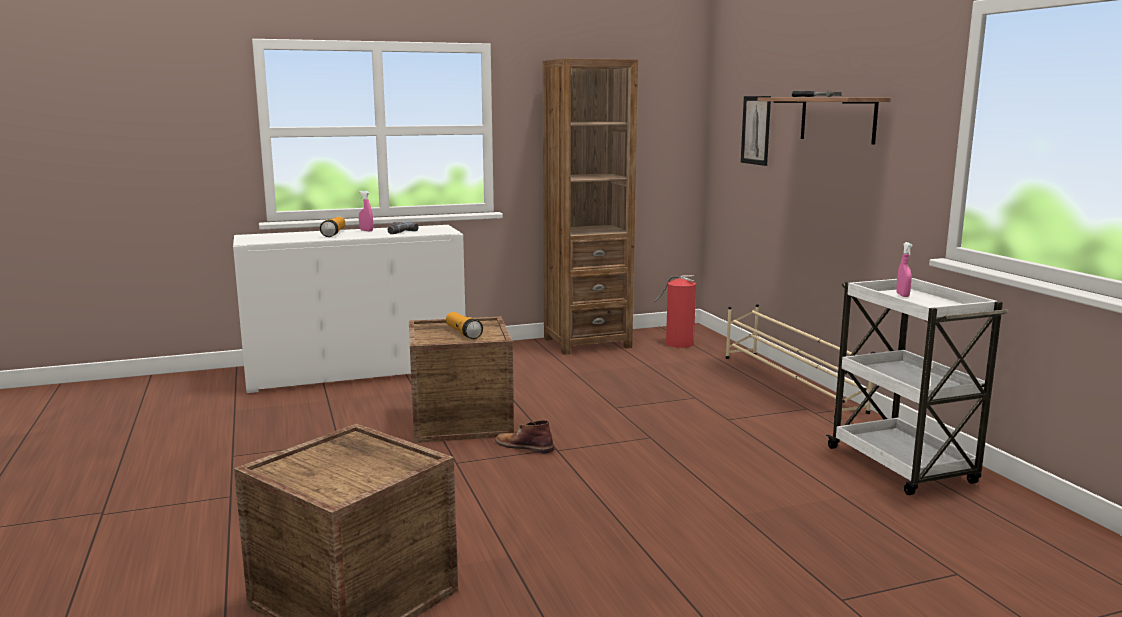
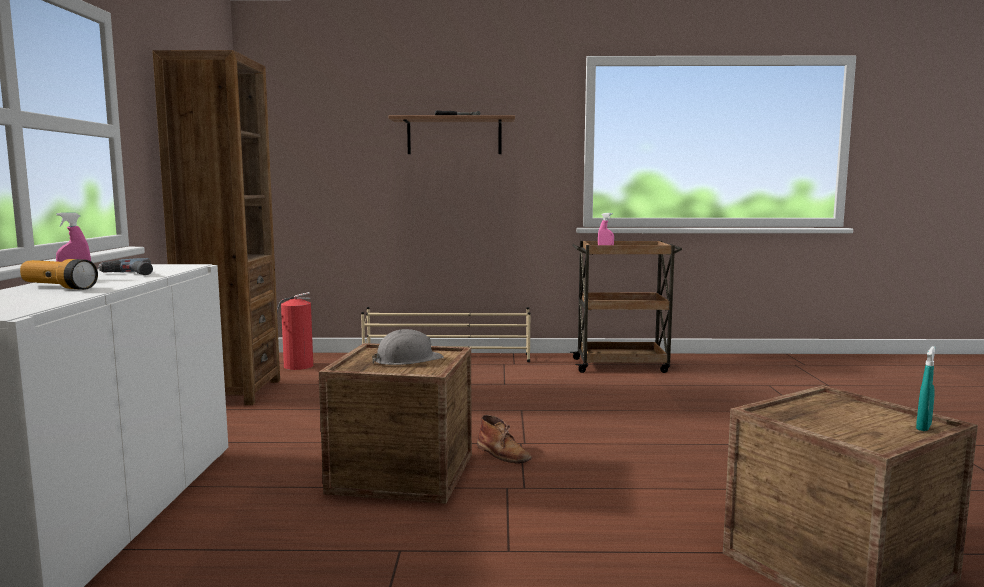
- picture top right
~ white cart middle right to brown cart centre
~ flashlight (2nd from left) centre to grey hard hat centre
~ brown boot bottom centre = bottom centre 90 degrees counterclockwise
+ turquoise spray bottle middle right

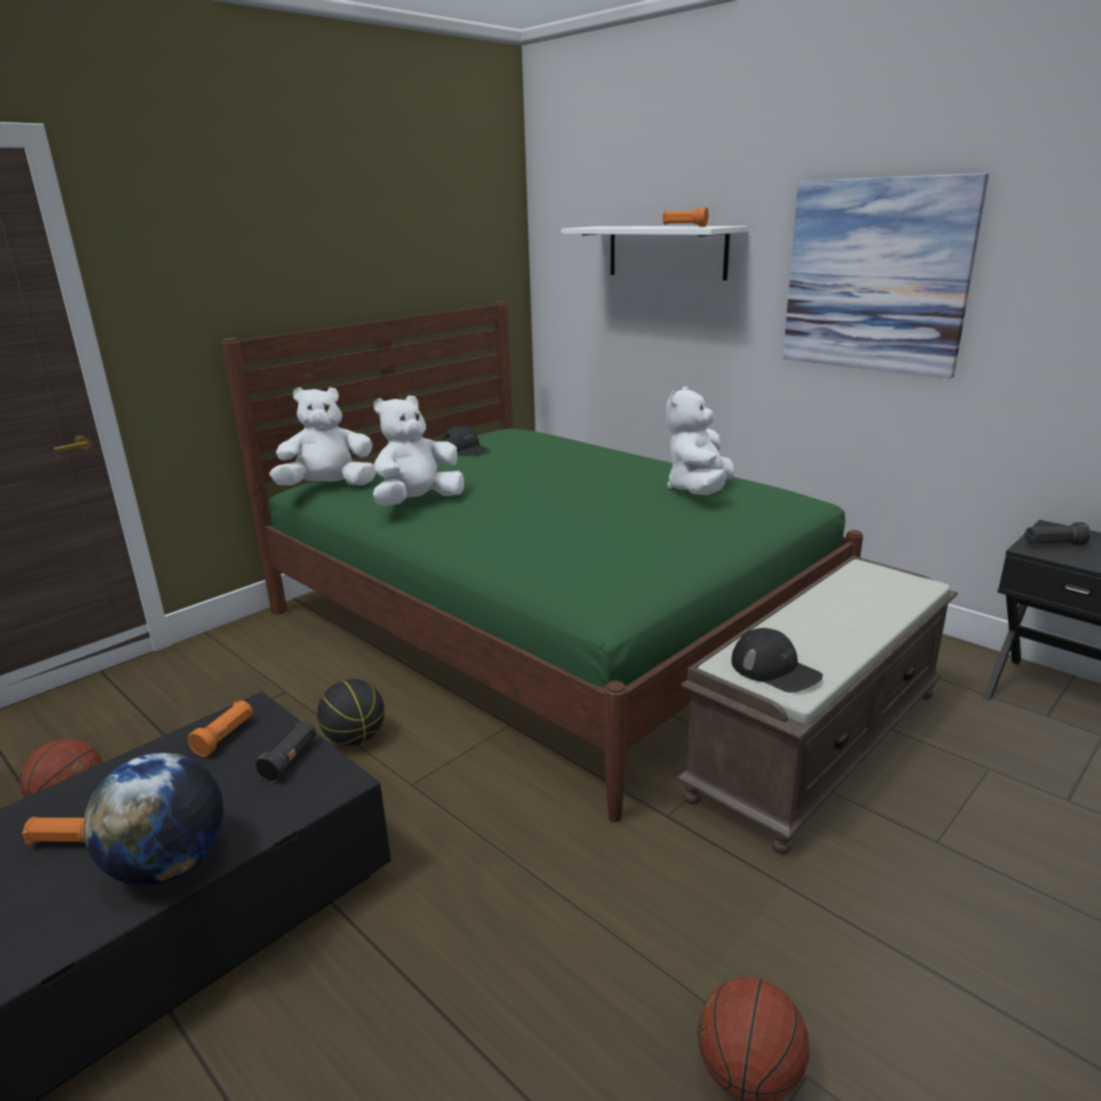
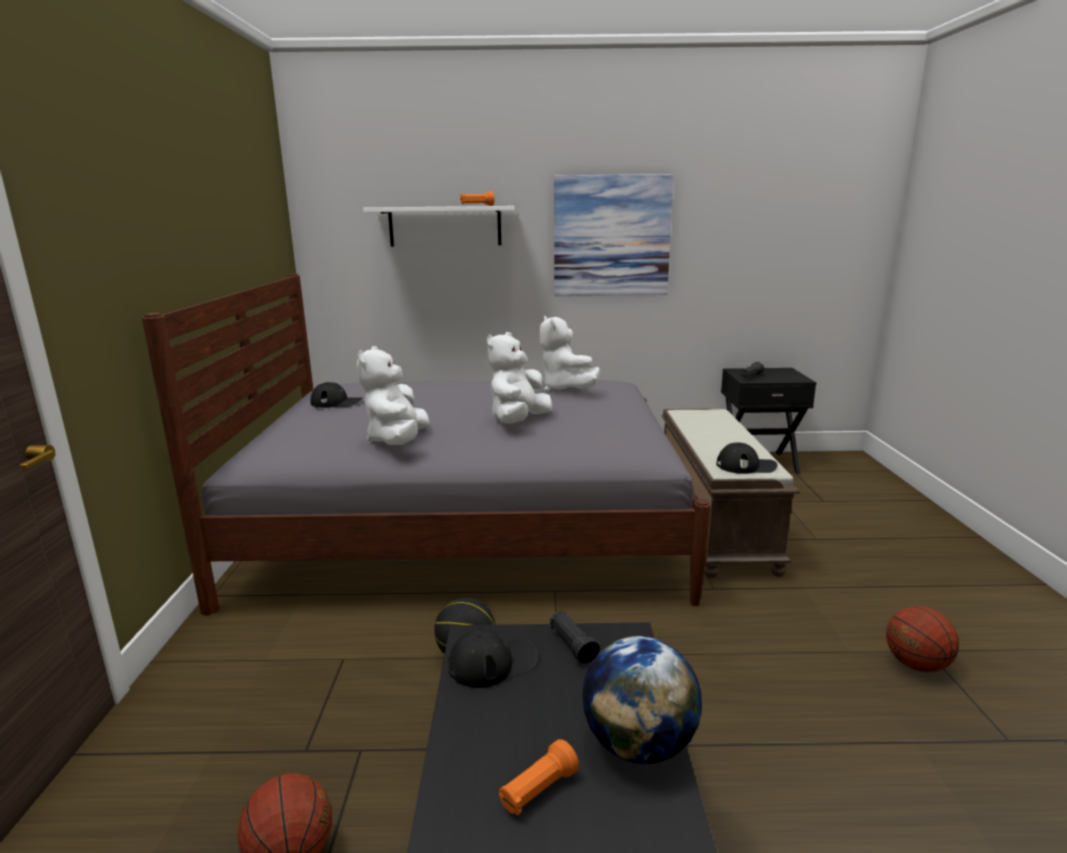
~ green bed centre to grey bed centre
~ white plush toy (1st from left in the first image) middle left to white plush toy (2nd from left) centre
~ orange flashlight (2nd from left) middle left to black cap (2nd from left) bottom centre

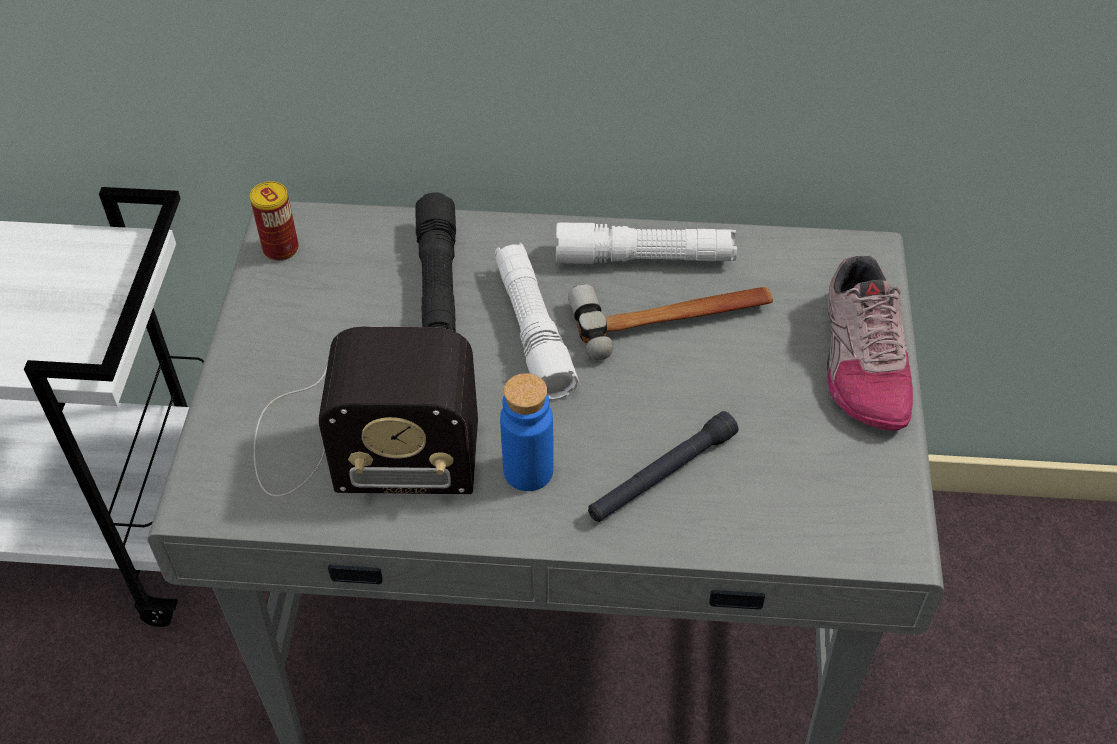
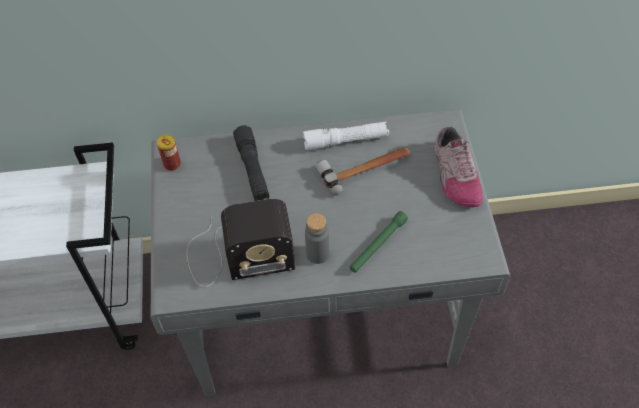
- white flashlight (1st from left) centre
~ blue bottle centre to grey bottle centre
~ black flashlight (2nd from left) centre to green flashlight centre

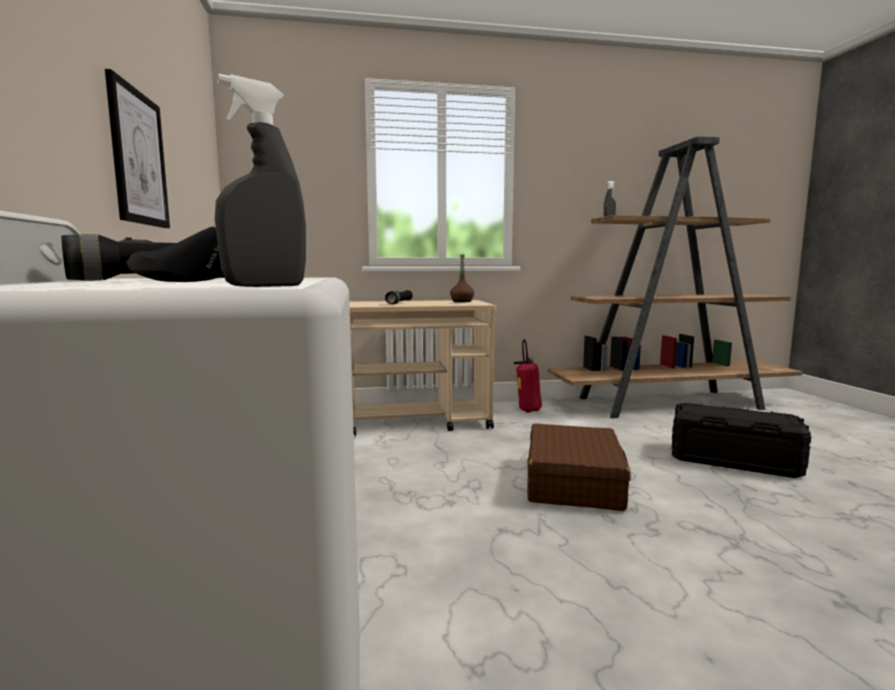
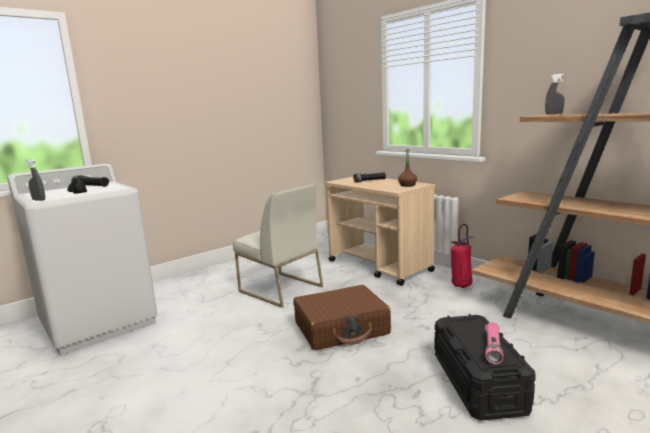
- picture top left
+ white chair centre
+ pink flashlight bottom right

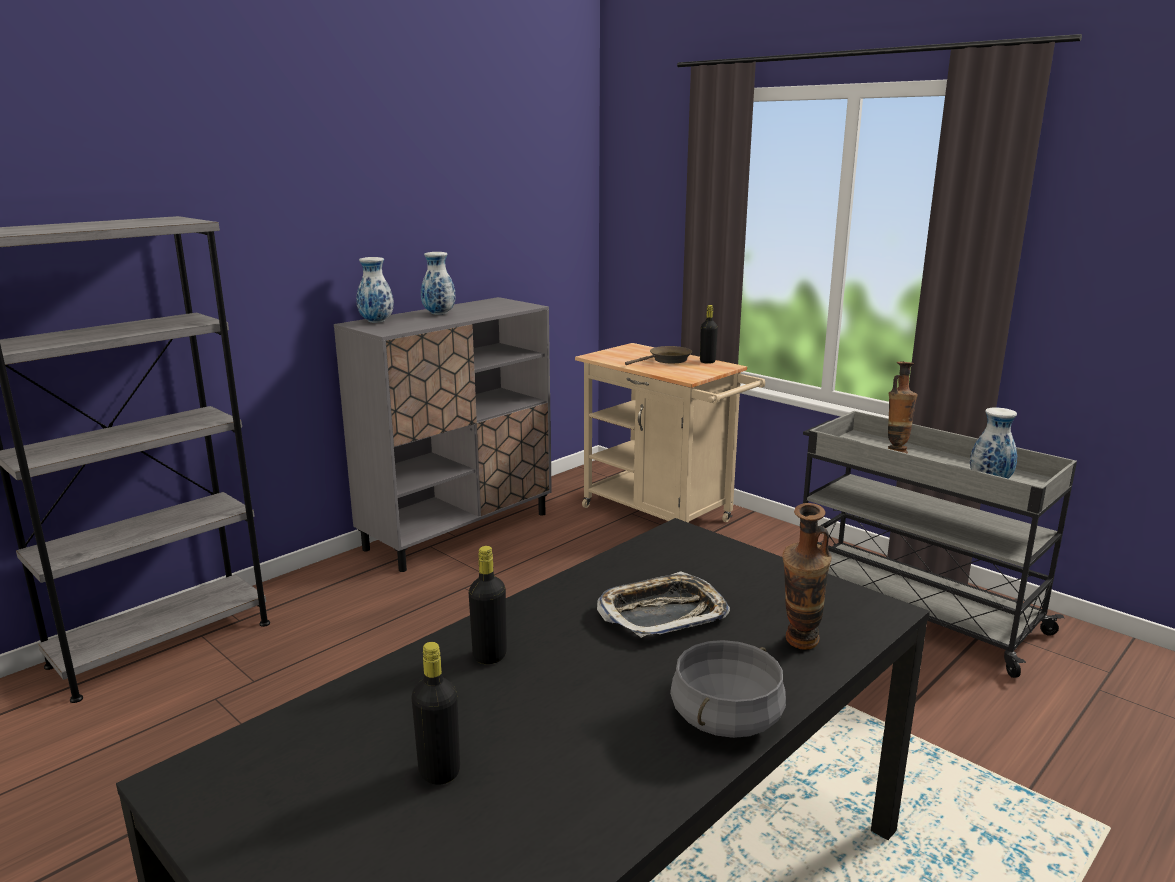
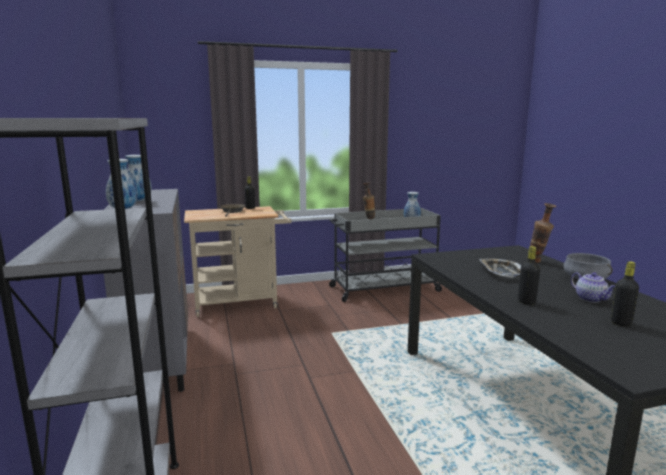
+ teapot middle right

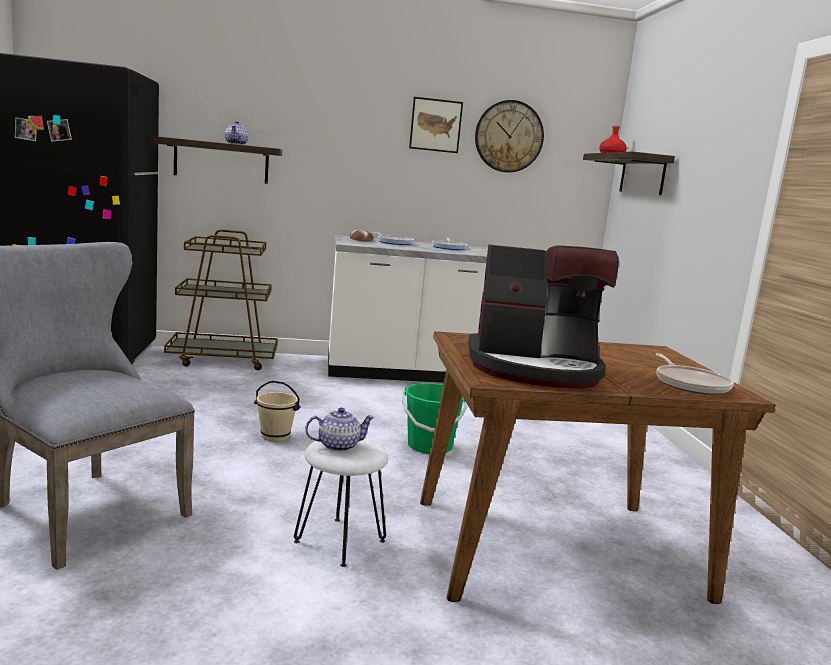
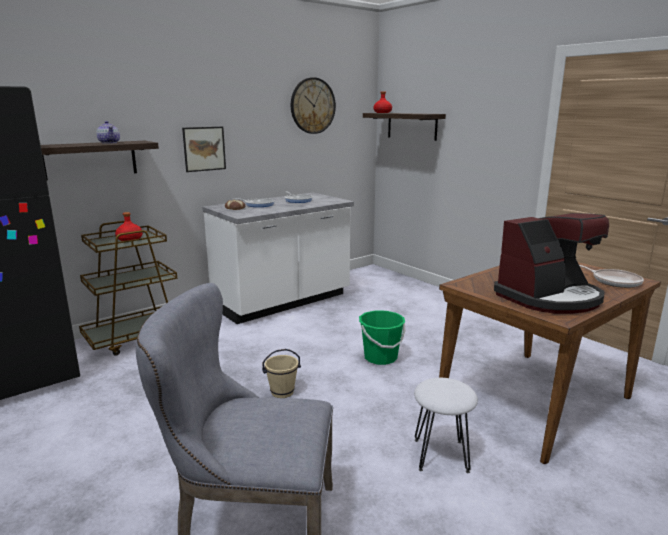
~ picture top centre to top left
- teapot (2nd from left) centre
+ red bottle (1st from left) middle left

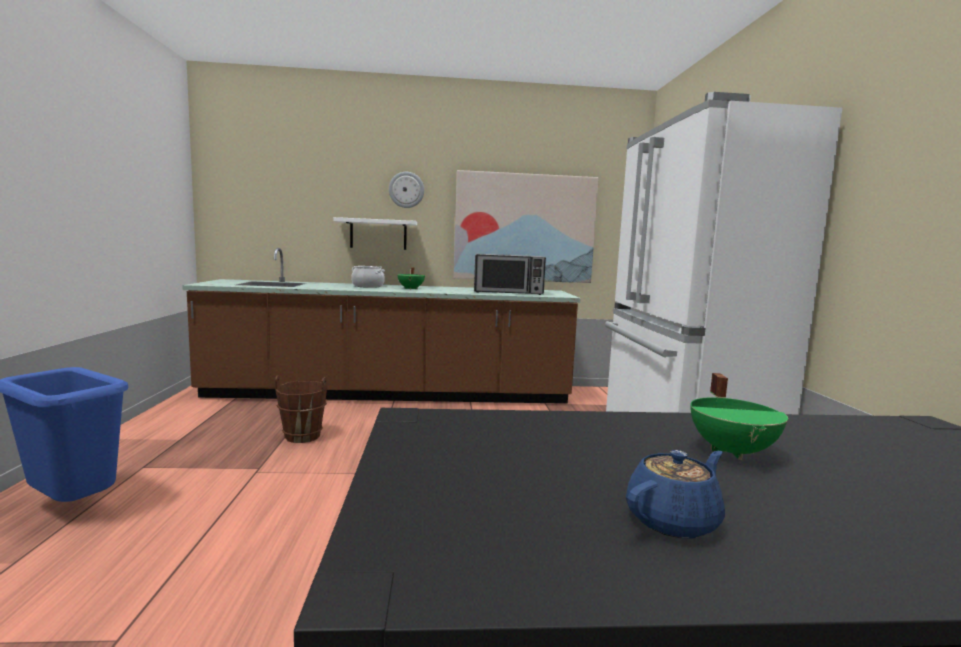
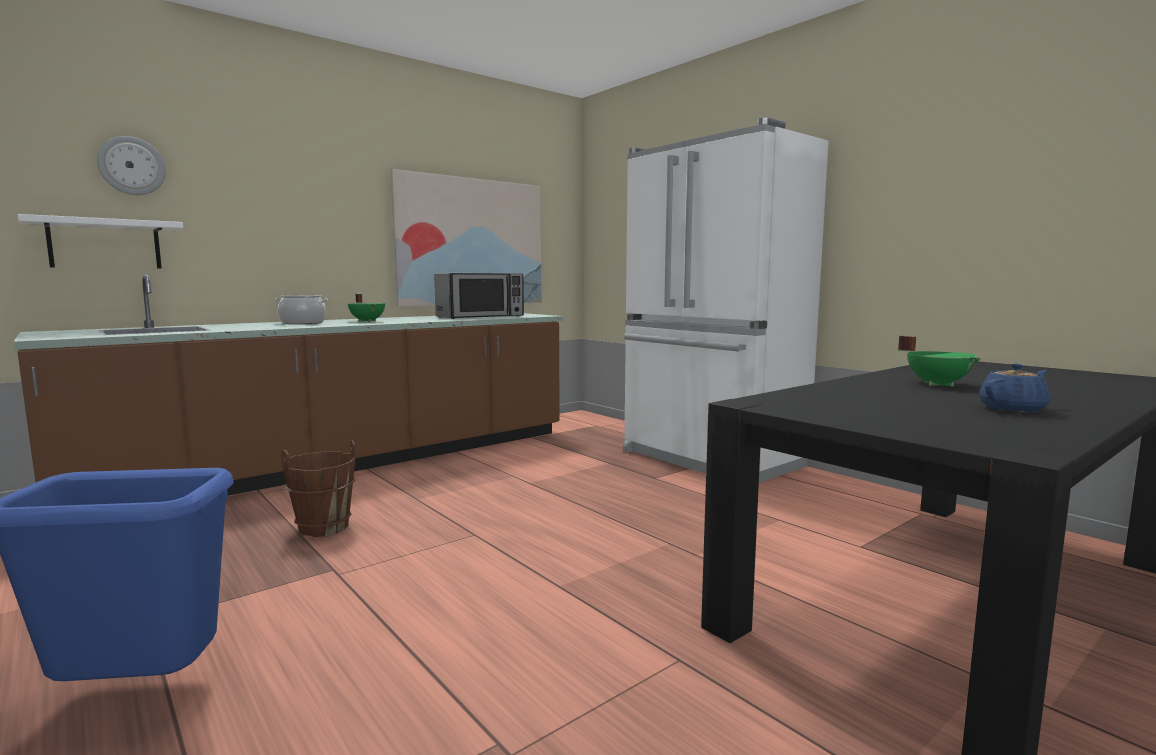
~ wall clock top centre to top left
~ white shelf centre to top left
~ blue teapot bottom right = middle right 45 degrees clockwise

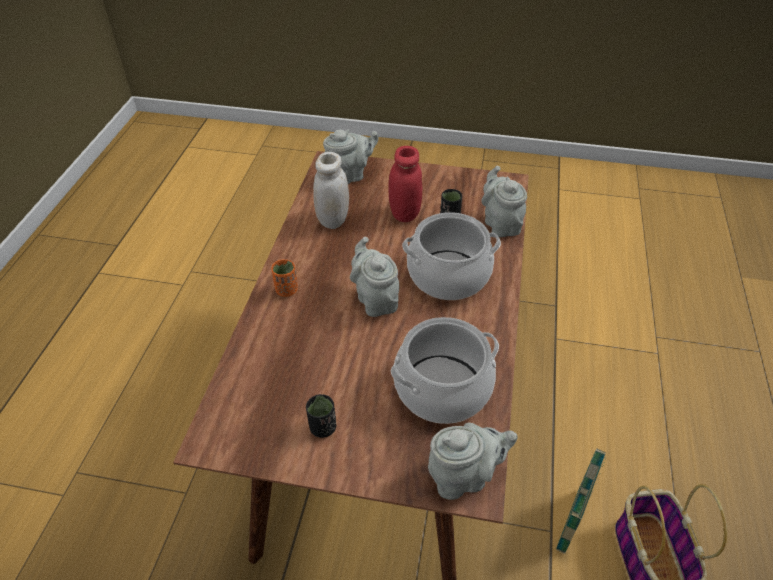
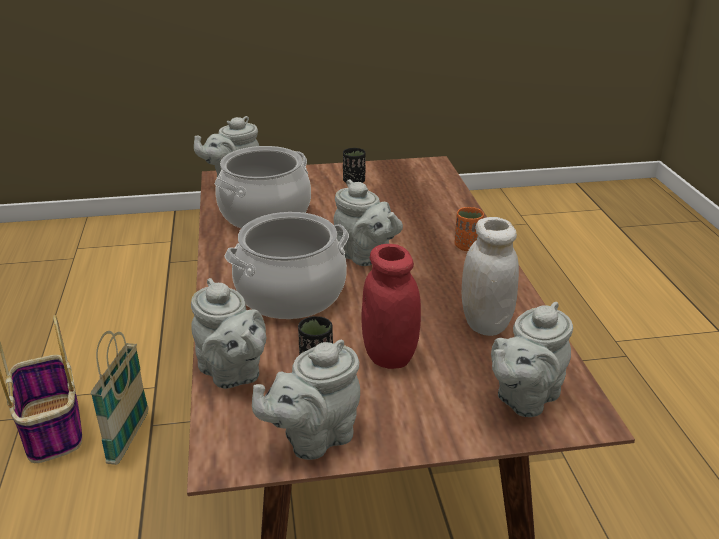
+ grey teapot (3rd from left) bottom centre

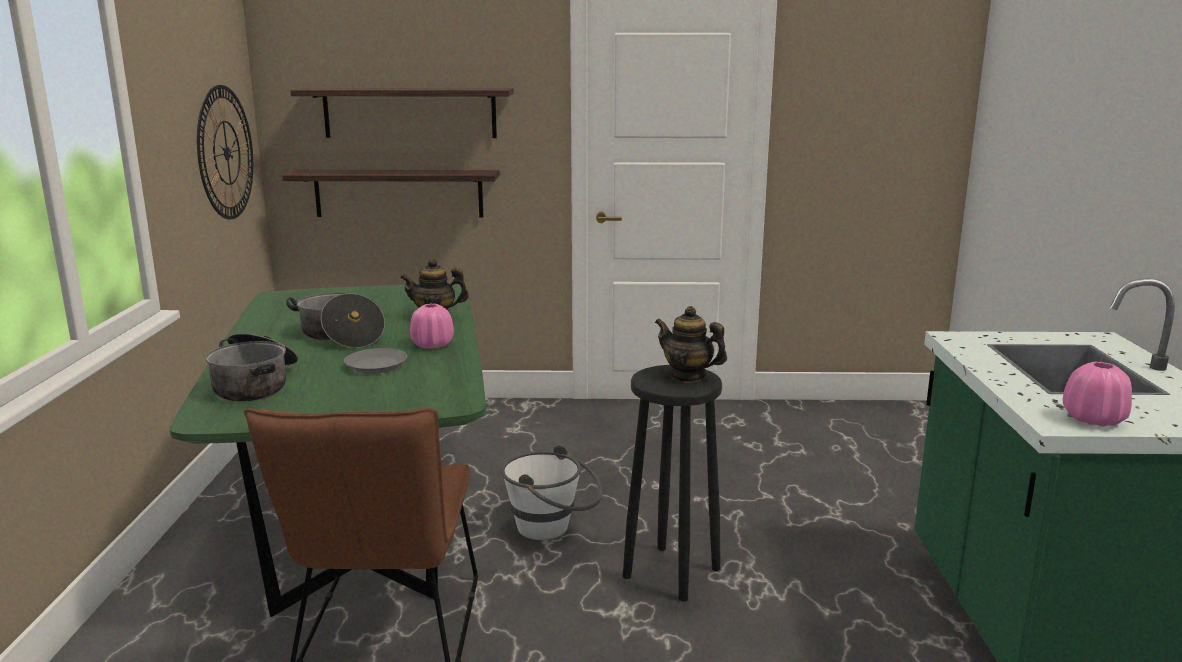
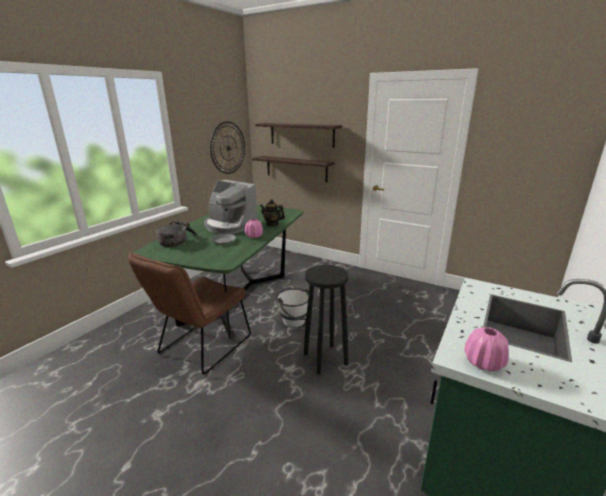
~ cooking pot (2nd from left) middle left to coffee machine centre
- teapot (2nd from left) centre

